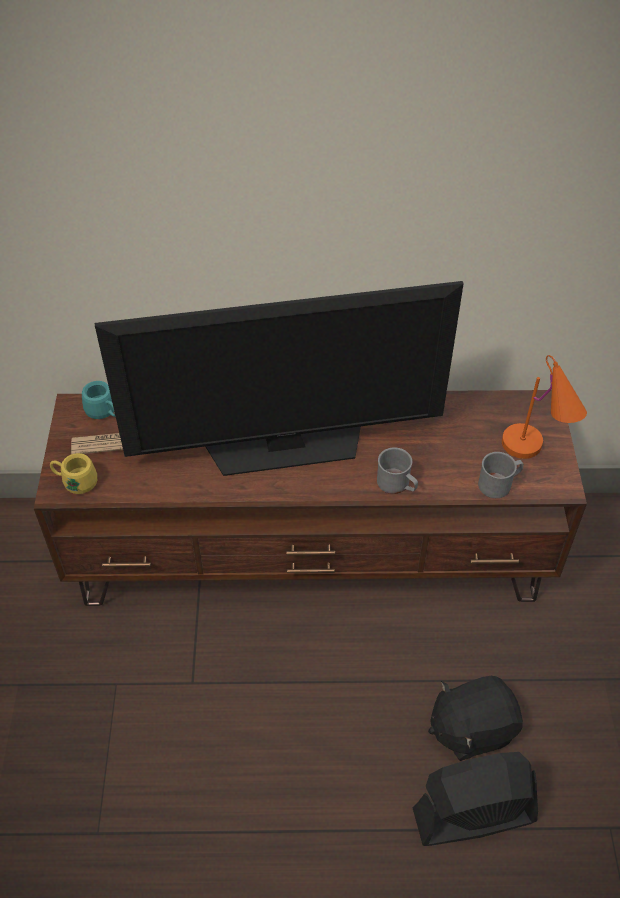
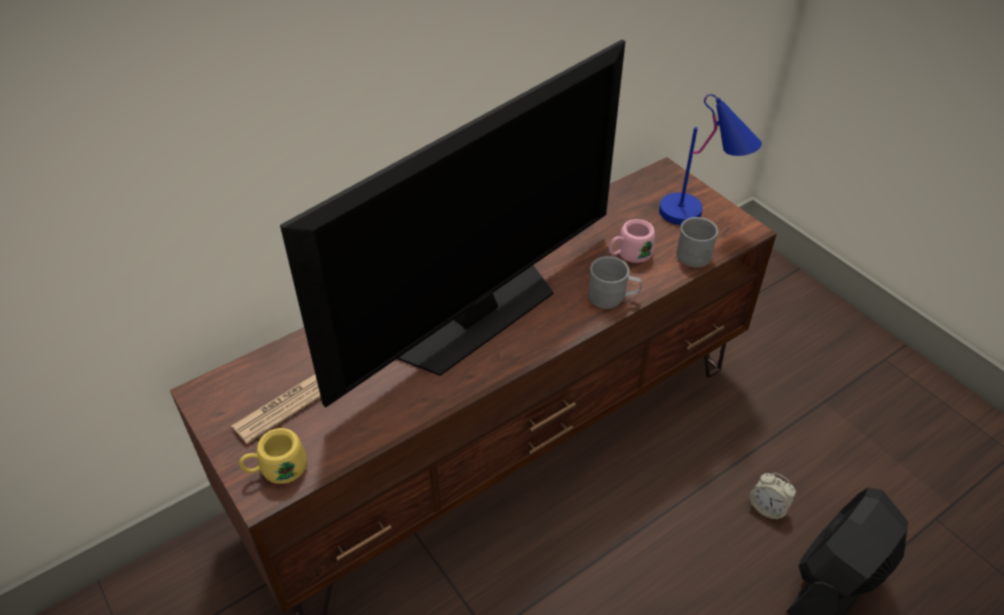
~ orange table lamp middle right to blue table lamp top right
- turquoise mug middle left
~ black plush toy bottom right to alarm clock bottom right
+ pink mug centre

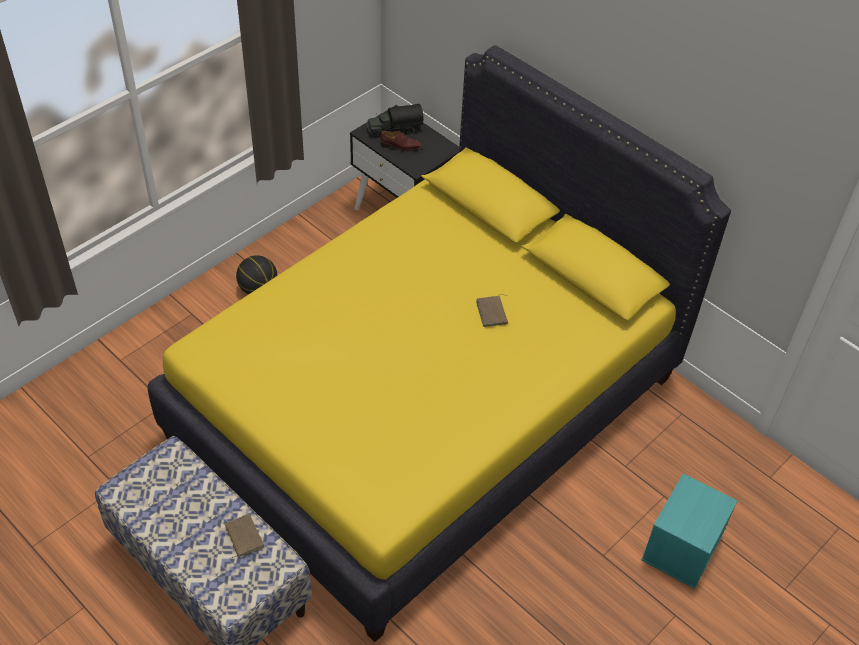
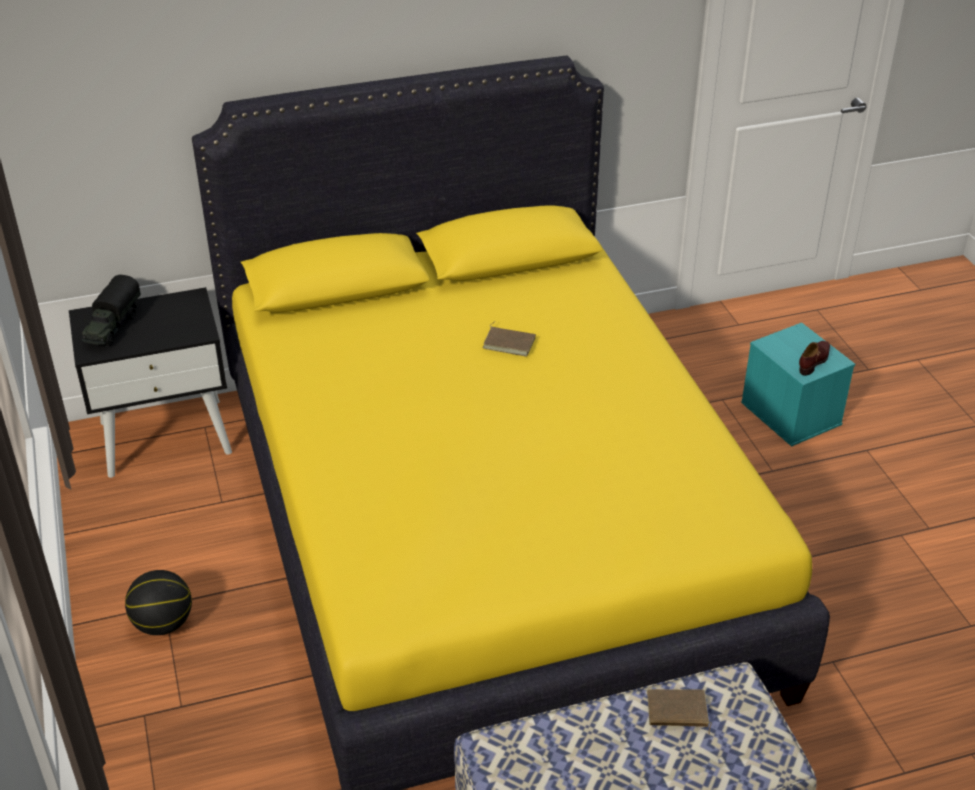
~ brown shoe top centre to middle right

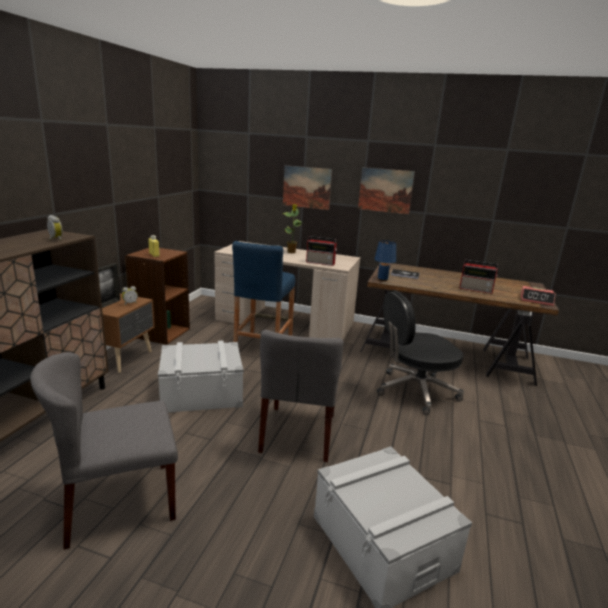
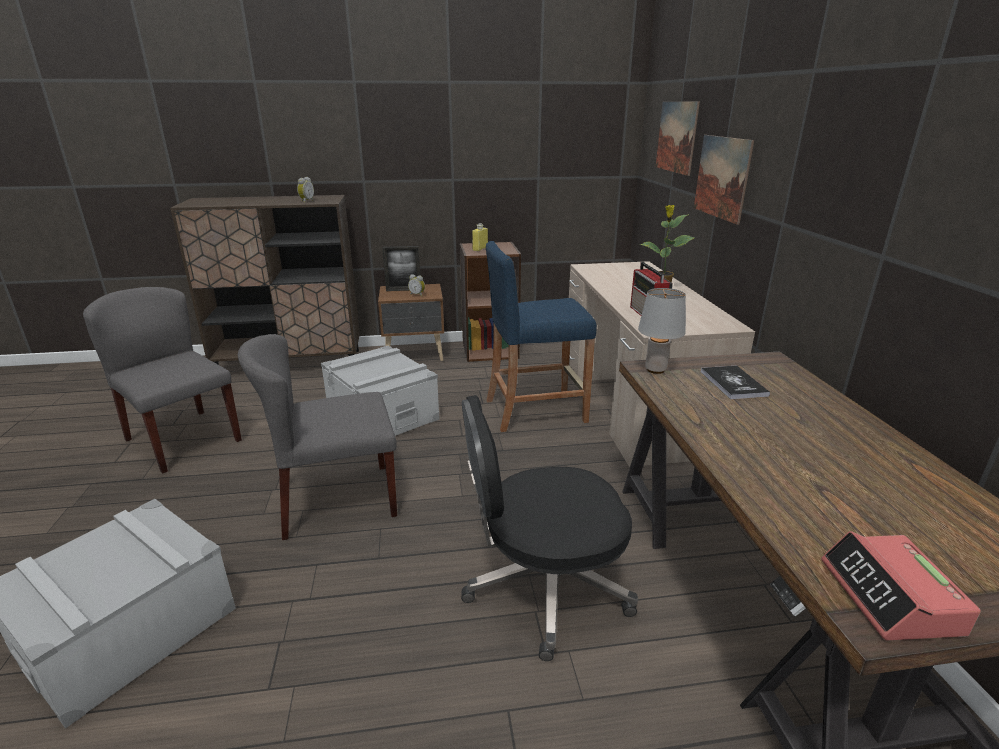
~ picture (2nd from left in the first image) top centre to picture (1st from left) top right
~ blue table lamp centre to grey table lamp centre
- radio (2nd from left) middle right
~ black office chair middle right = bottom centre 60 degrees counterclockwise

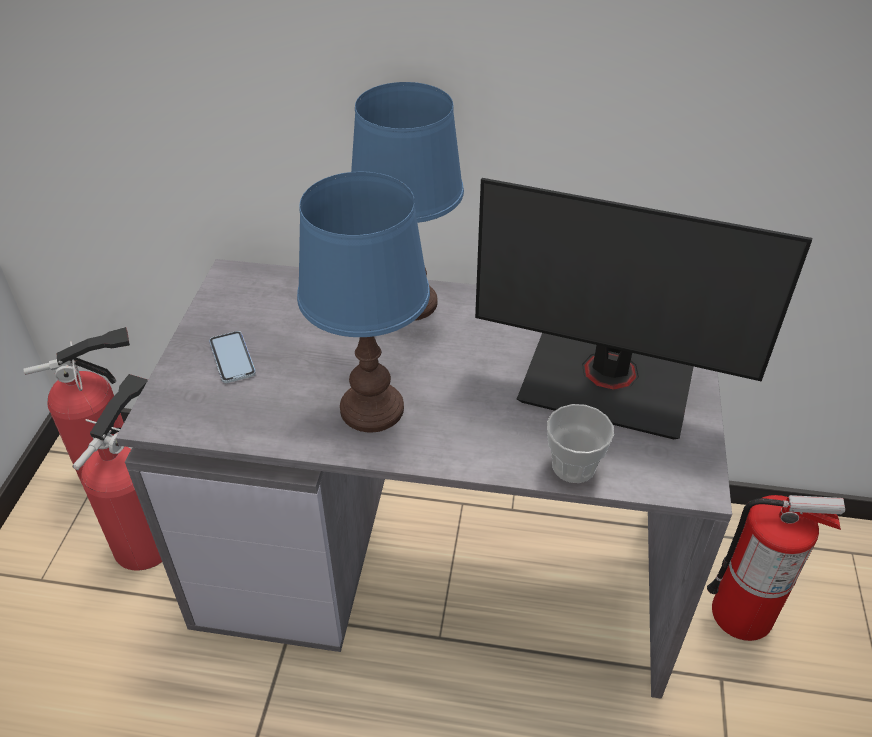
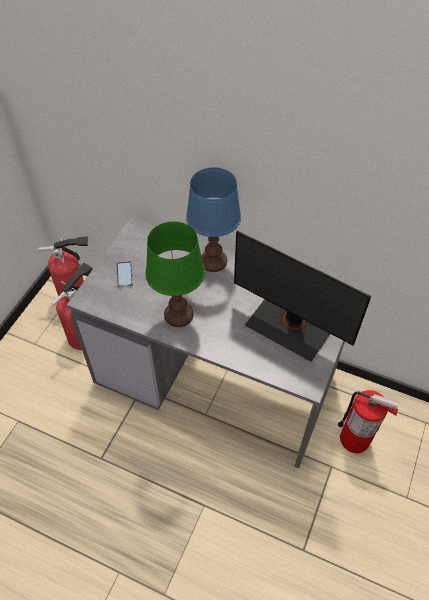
~ blue table lamp (1st from left) centre to green table lamp centre
- cup centre

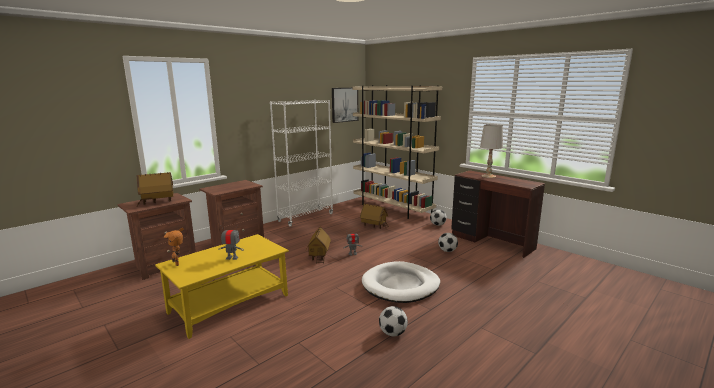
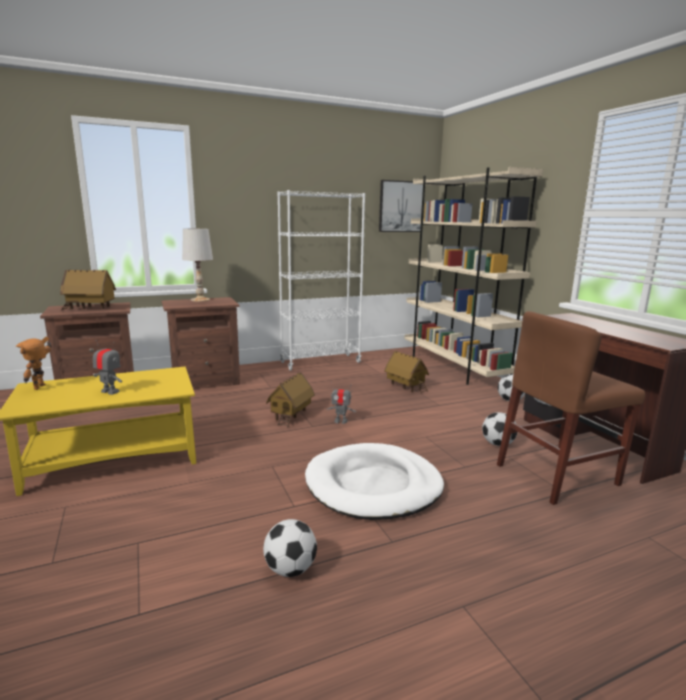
~ white table lamp middle right to middle left
+ brown chair middle right

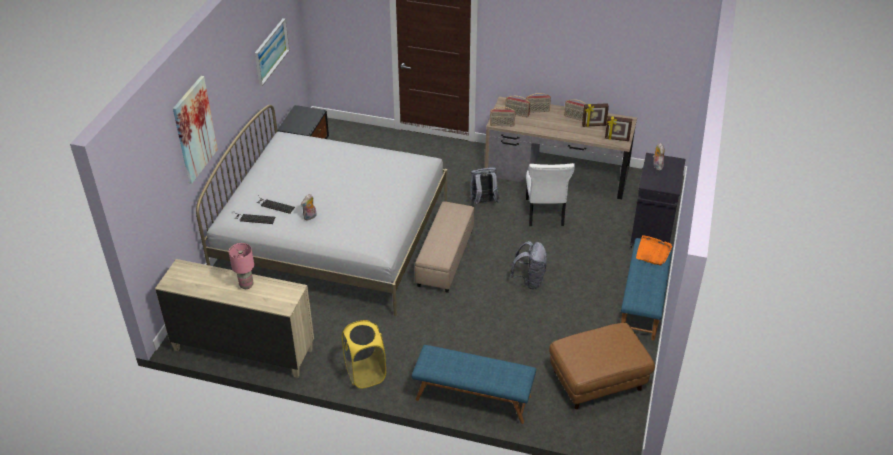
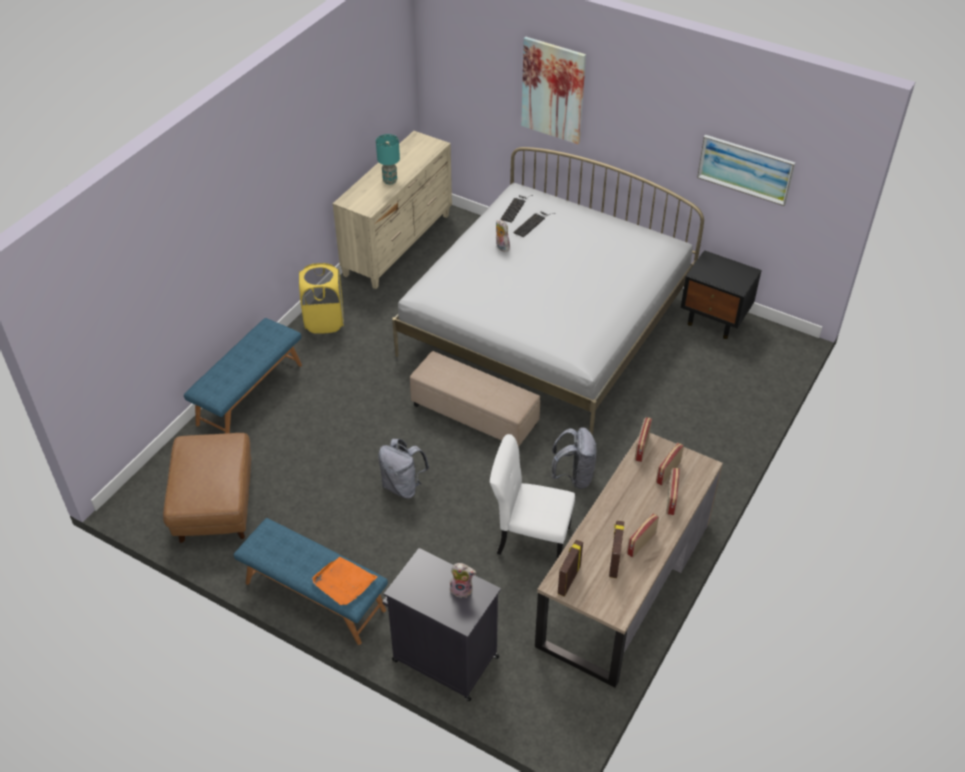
~ pink table lamp middle left to turquoise table lamp top centre

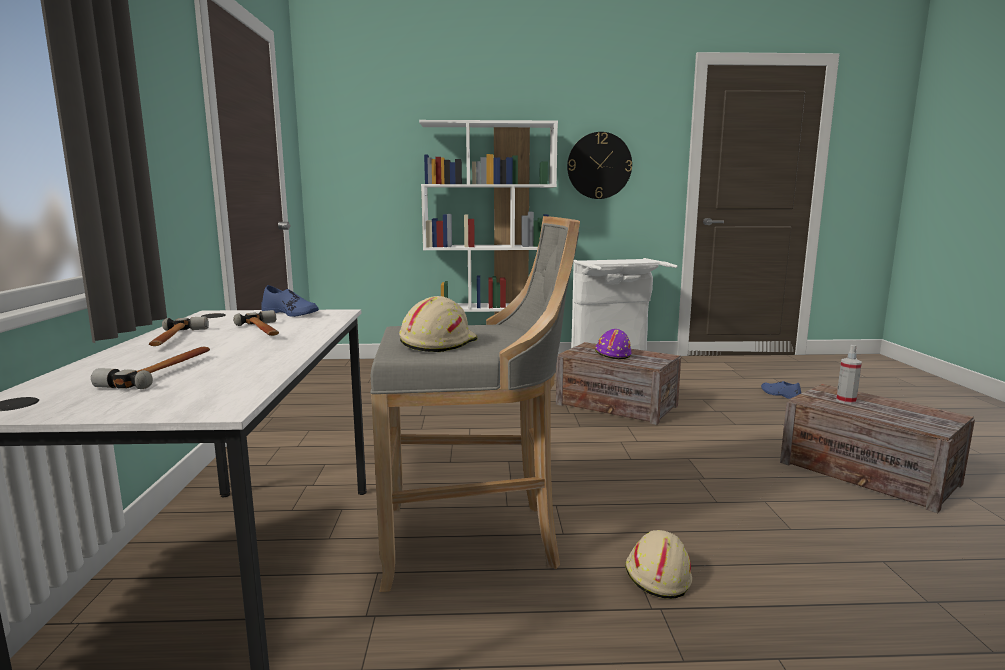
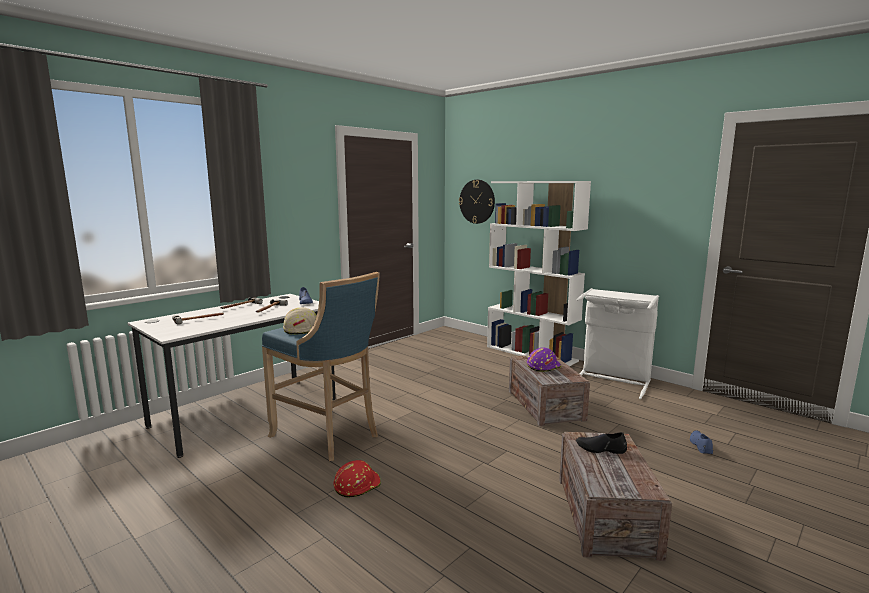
~ wall clock top centre to centre
~ grey stool centre to blue stool centre
~ spray bottle middle right to black shoe bottom right
~ beige hard hat (2nd from left) bottom centre to red hard hat bottom centre

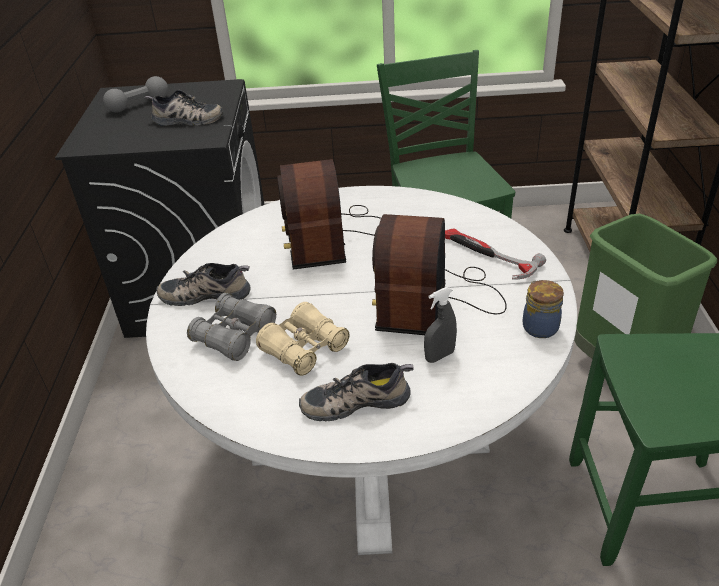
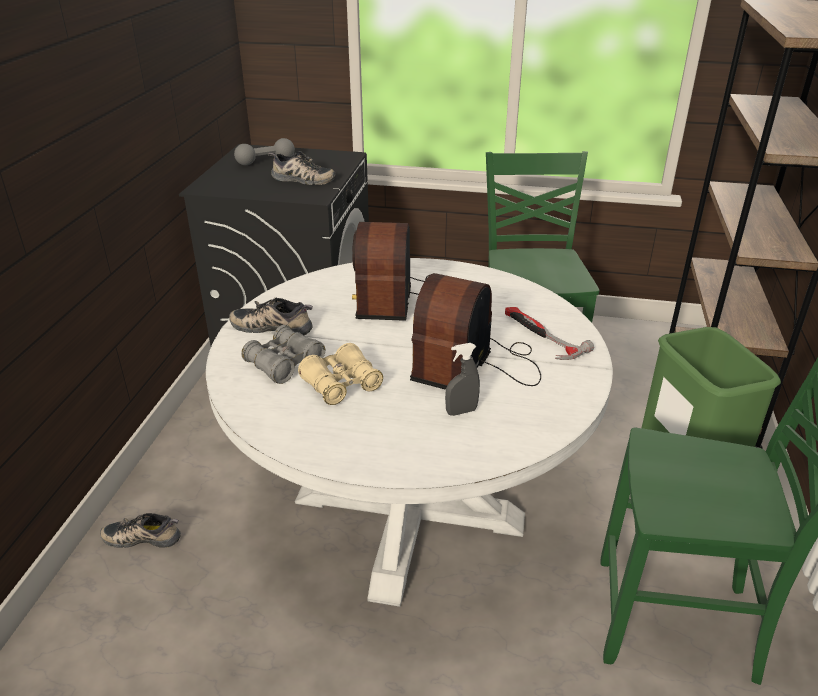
- jar middle right
~ shoe (3rd from left in the first image) bottom centre to shoe (1st from left) bottom left

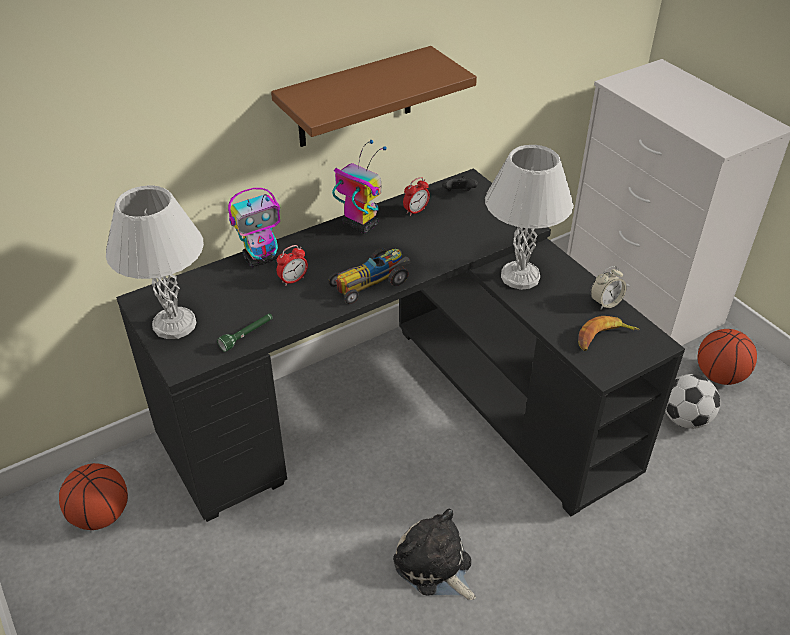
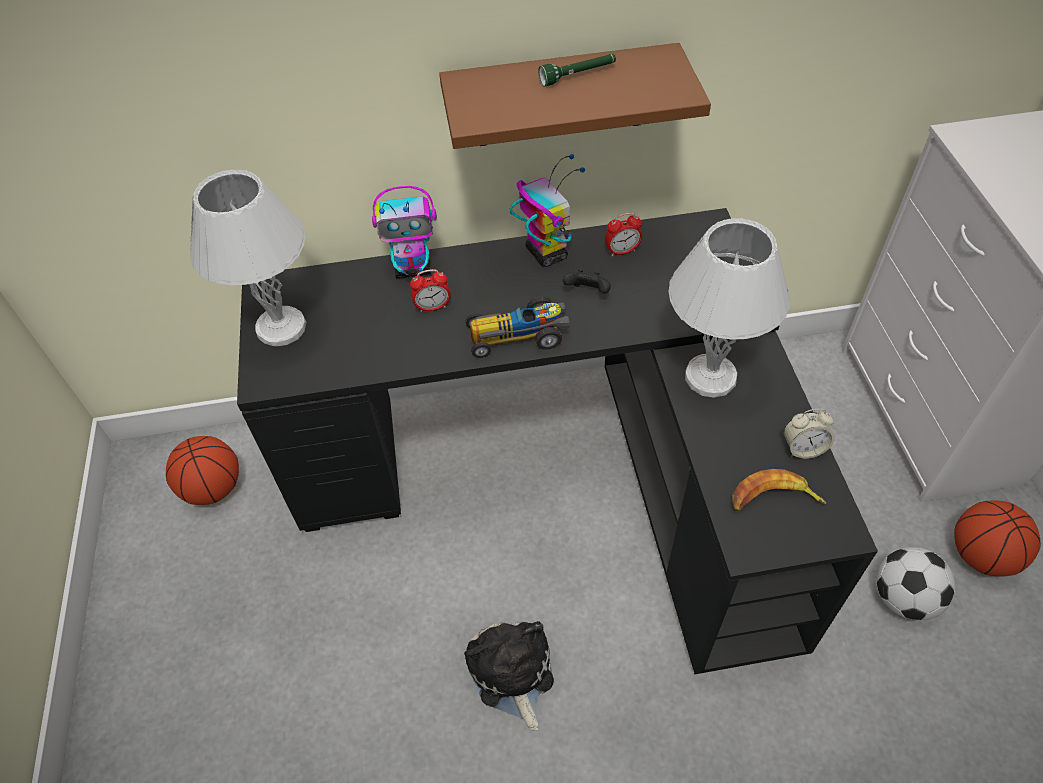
~ black game controller top centre to centre
~ green flashlight middle left to top centre

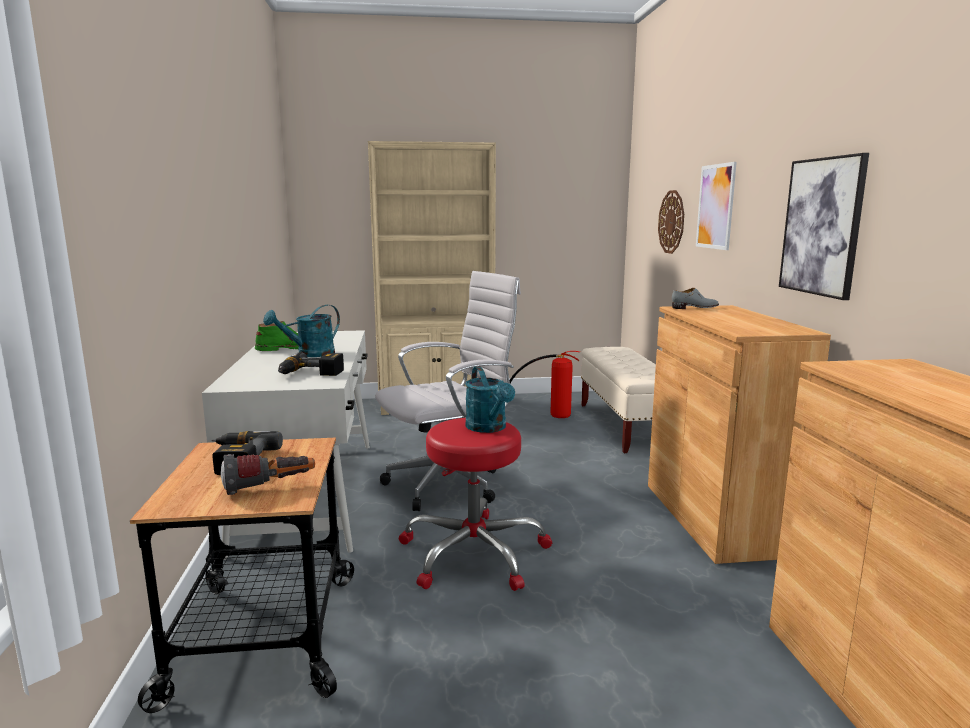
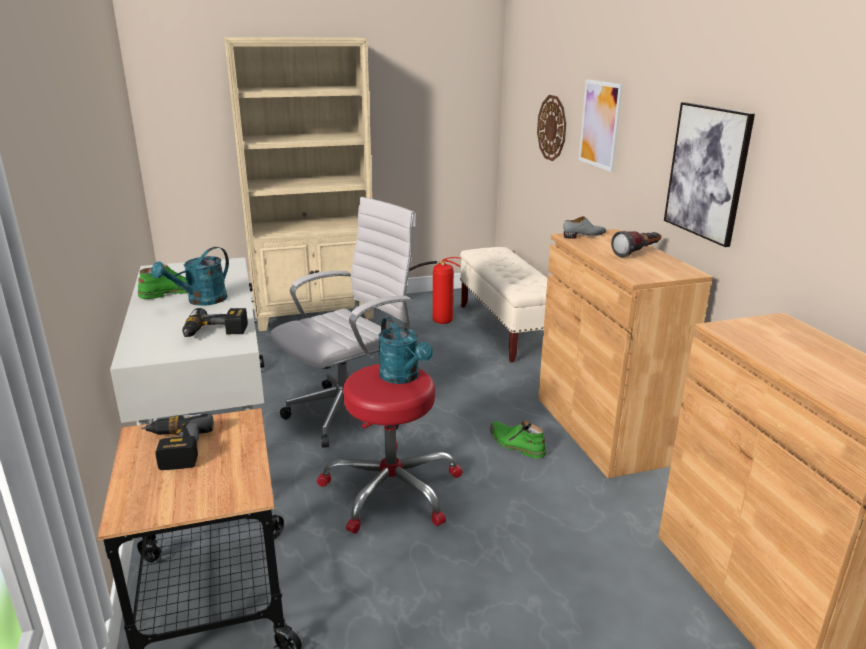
~ flashlight middle left to middle right
+ green boot (2nd from left) bottom centre

